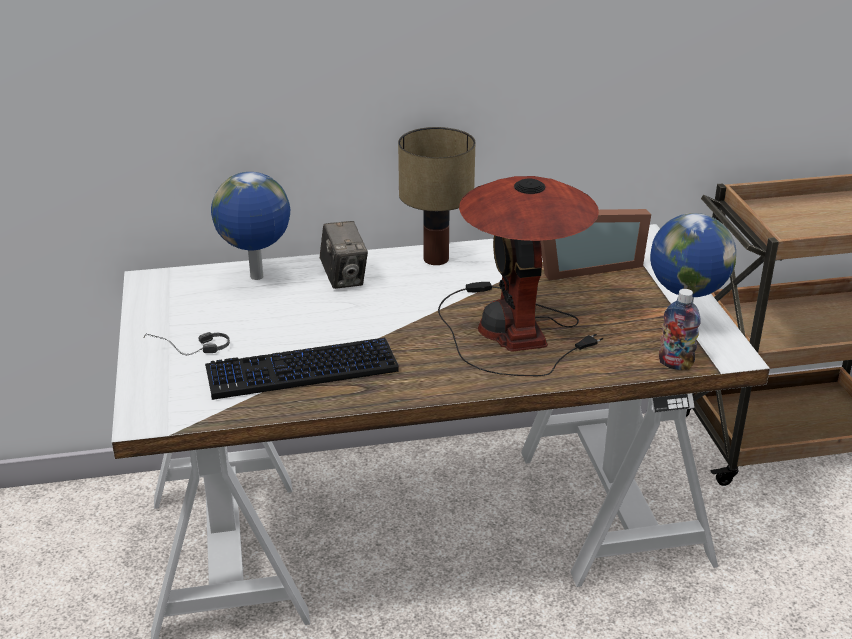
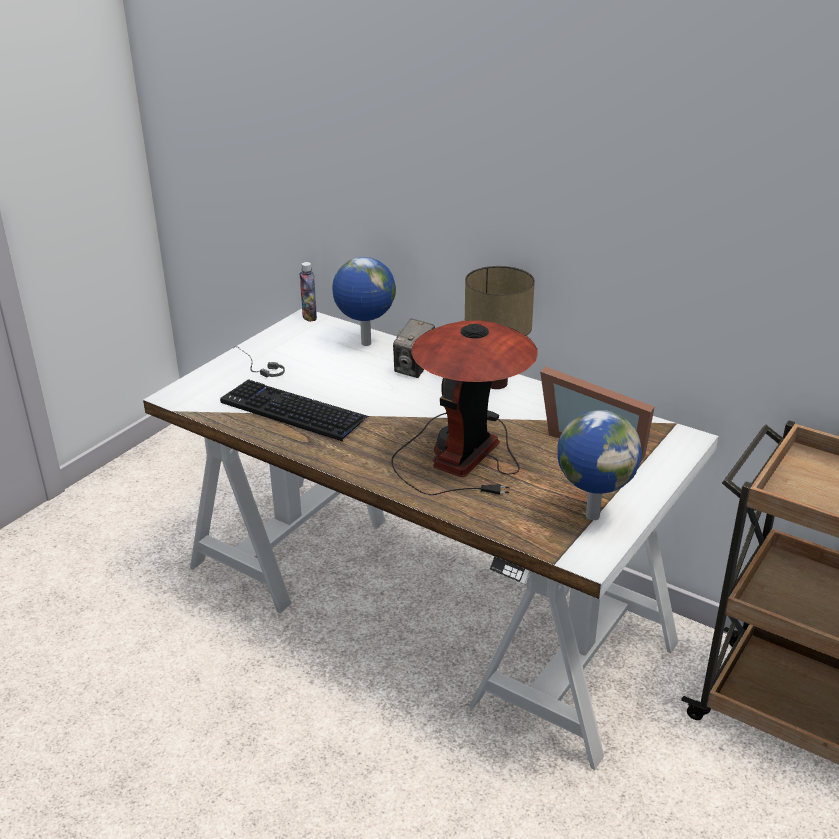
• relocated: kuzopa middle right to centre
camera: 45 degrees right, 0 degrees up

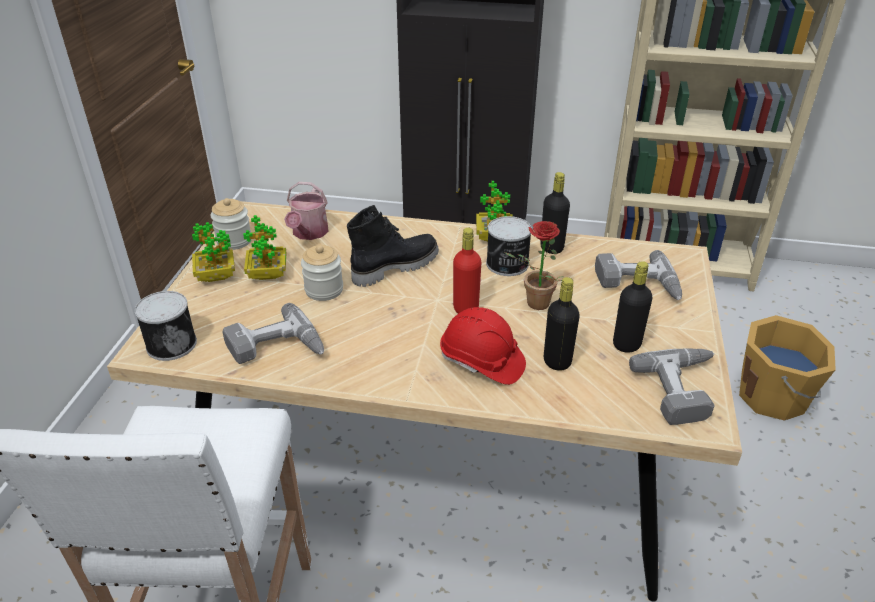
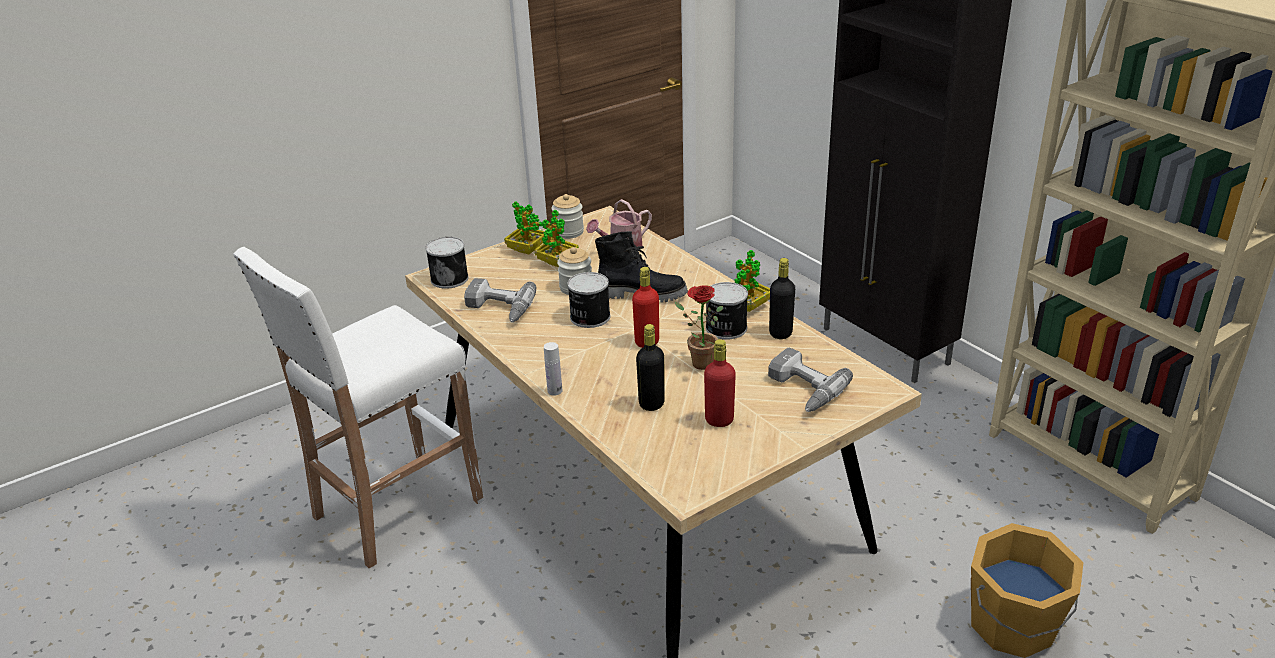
• missing: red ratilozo centre
• missing: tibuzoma (no. 3 from left) middle right
• appeared: white kuzopa centre
• appeared: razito (no. 2 from left) centre
• colour: black kuzopa (no. 3 from left) middle right to red kuzopa (no. 2 from left) centre
camera: 45 degrees right, 5 degrees down

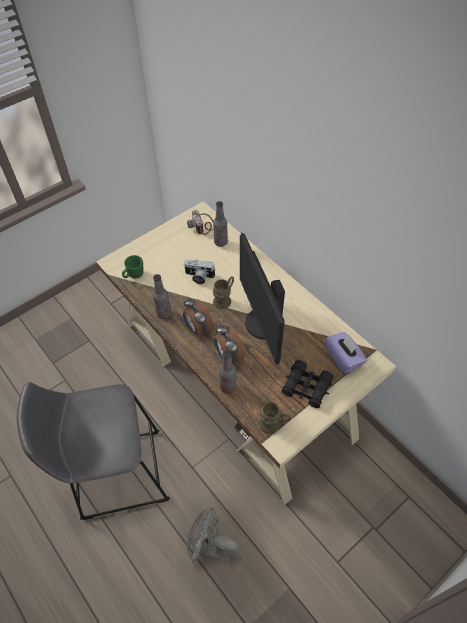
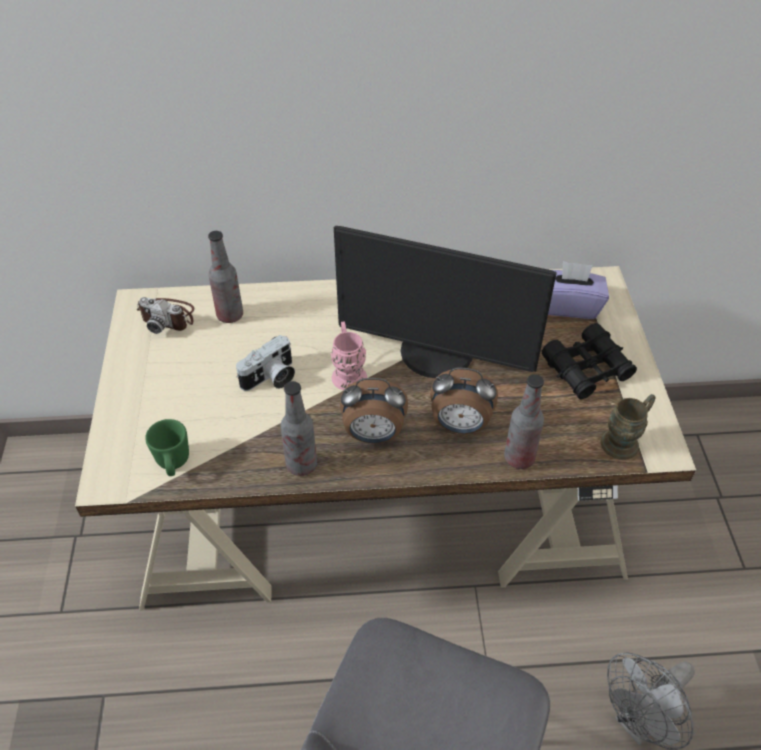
• colour: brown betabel (no. 1 from left) centre to pink betabel centre
camera: 55 degrees left, 5 degrees down

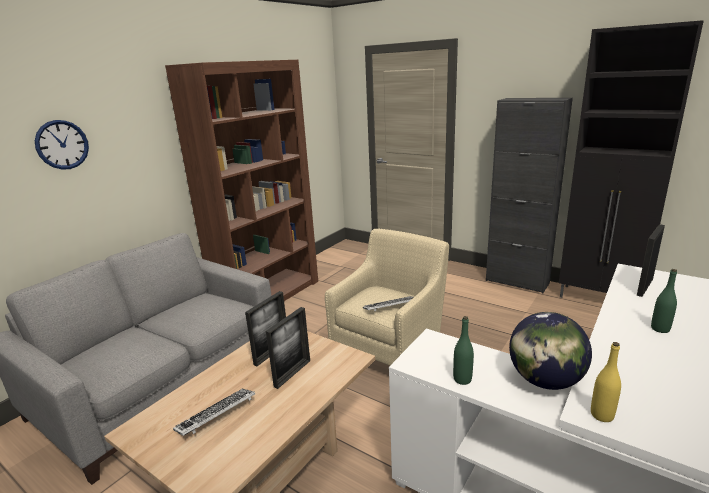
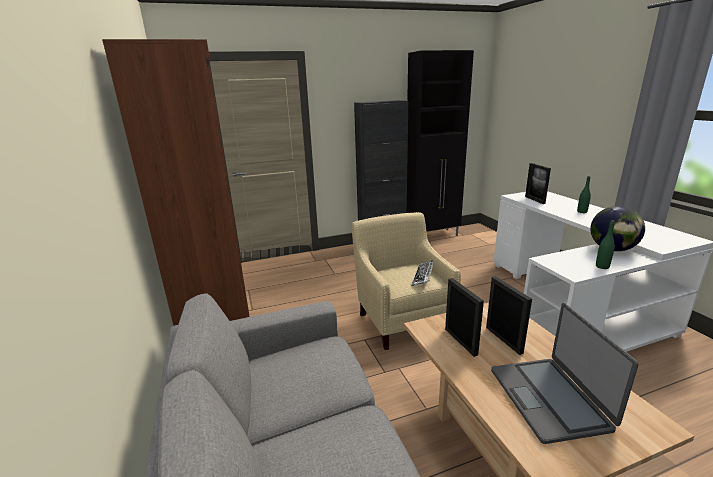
• missing: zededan top left
• missing: yellow kuzopa bottom right
• exchanged: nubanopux (no. 1 from left) bottom left to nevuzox bottom right
camera: 55 degrees left, 0 degrees up

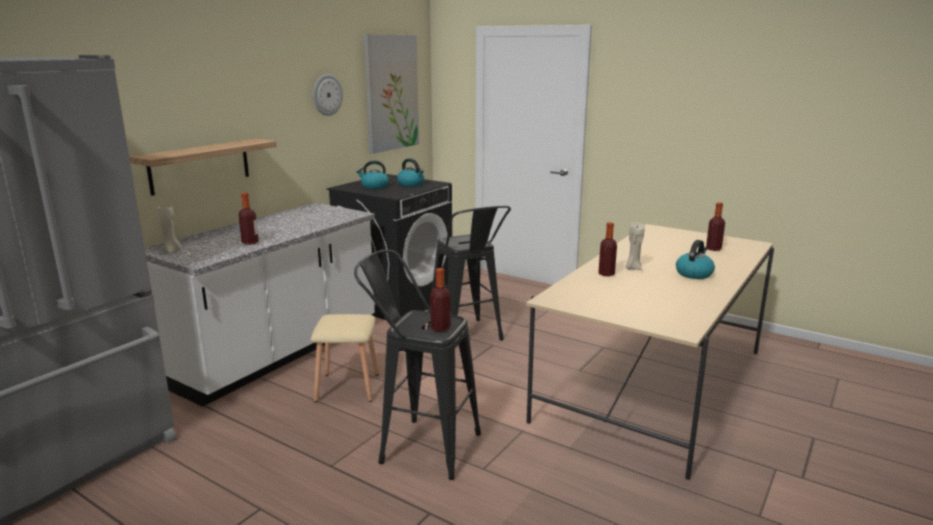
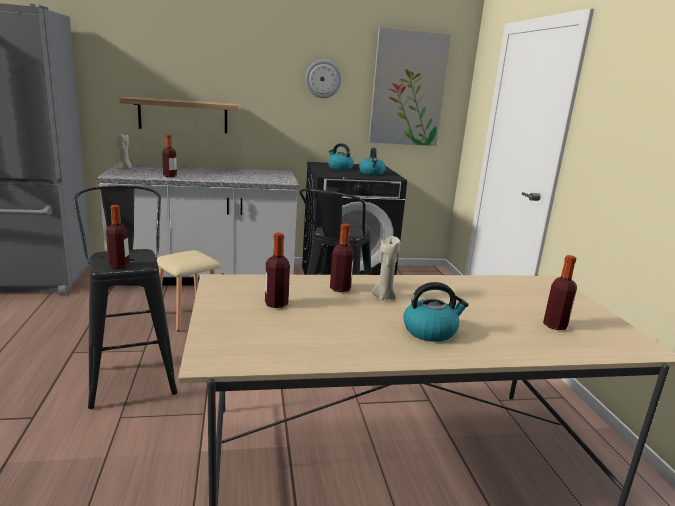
• appeared: kuzopa (no. 3 from left) centre
camera: 45 degrees right, 0 degrees up

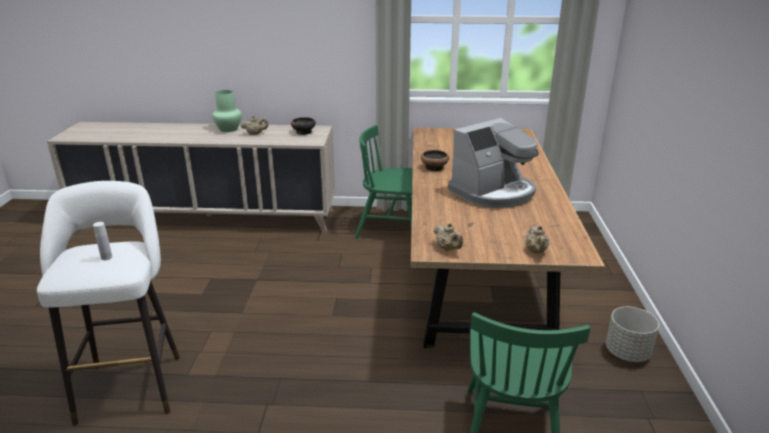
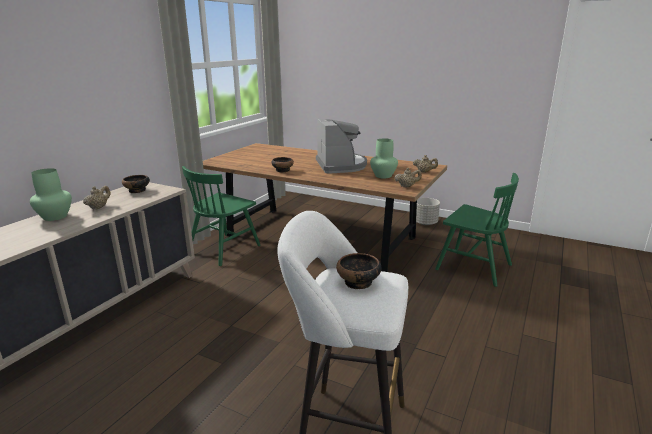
• appeared: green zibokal (no. 2 from left) centre
• exchanged: white kuzopa middle left to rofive (no. 3 from left) centre
camera: 65 degrees left, 5 degrees down

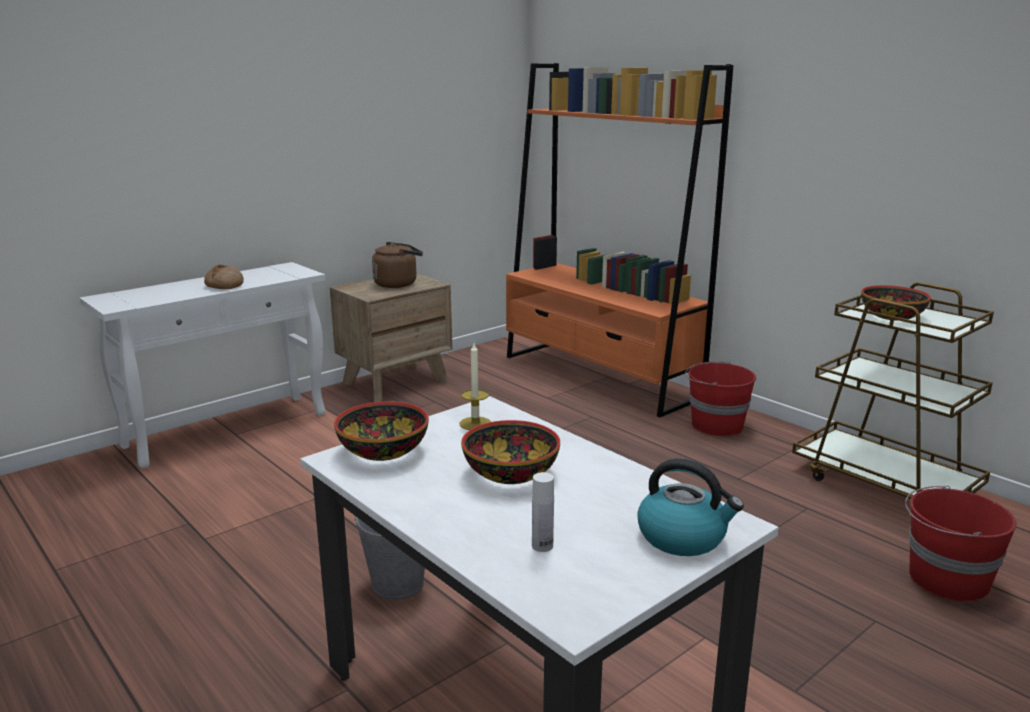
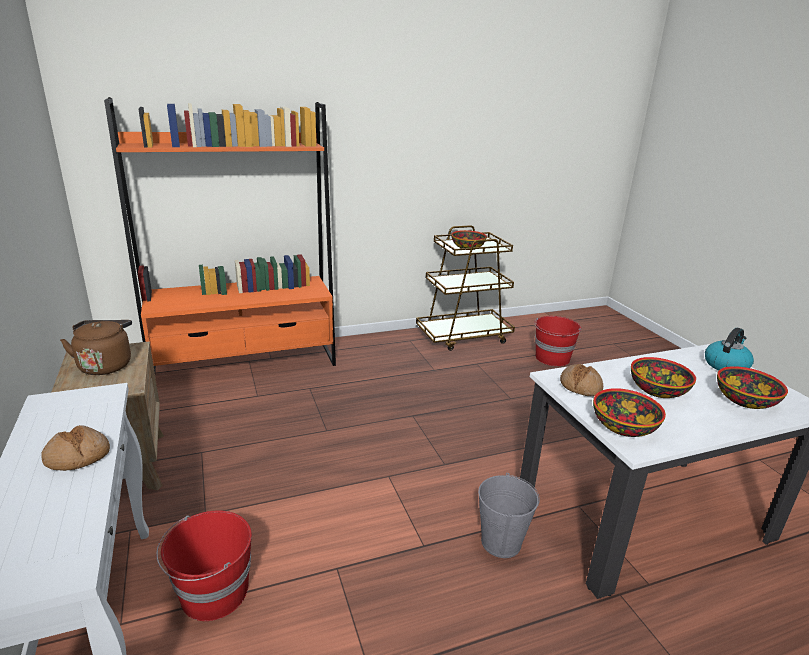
• relocated: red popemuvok (no. 1 from left) middle right to bottom left
• exchanged: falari centre to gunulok (no. 2 from left) middle right
• exchanged: white kuzopa bottom centre to rofive (no. 4 from left) middle right
camera: 70 degrees left, 5 degrees up

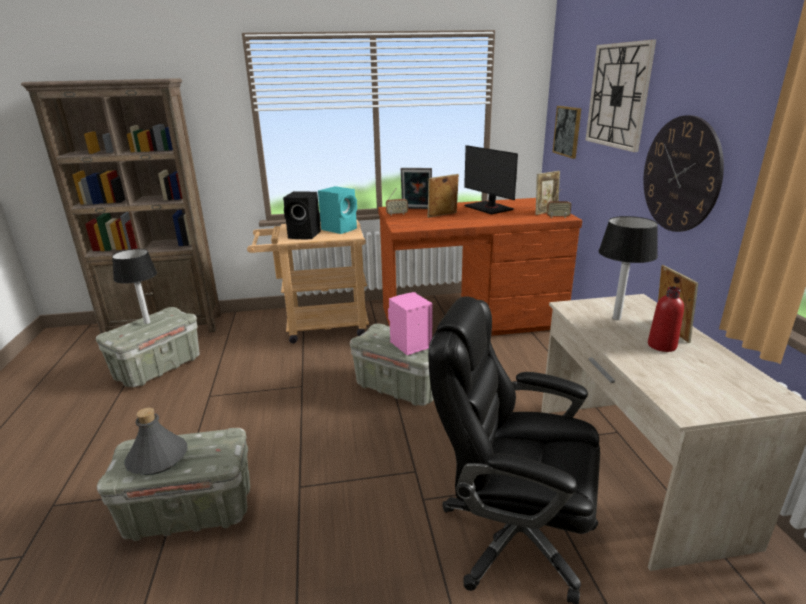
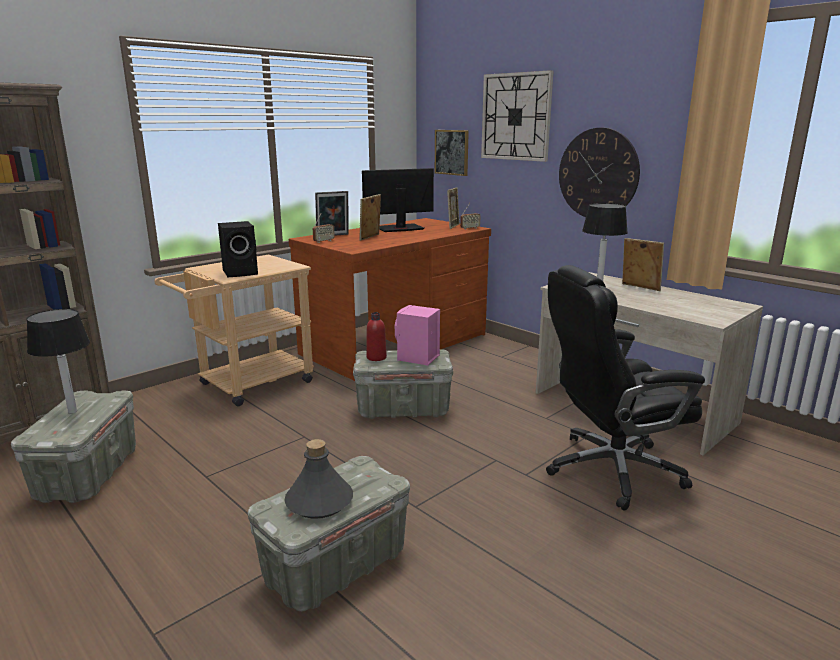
• missing: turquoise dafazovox centre
• relocated: red kuzopa middle right to centre
• spun: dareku top centre = top centre 135 degrees clockwise
camera: 35 degrees left, 5 degrees down

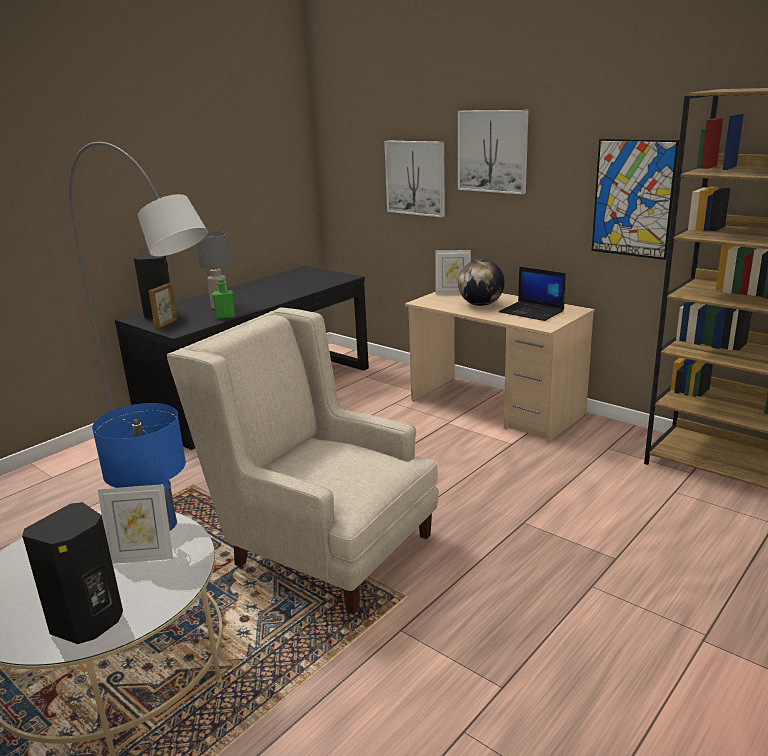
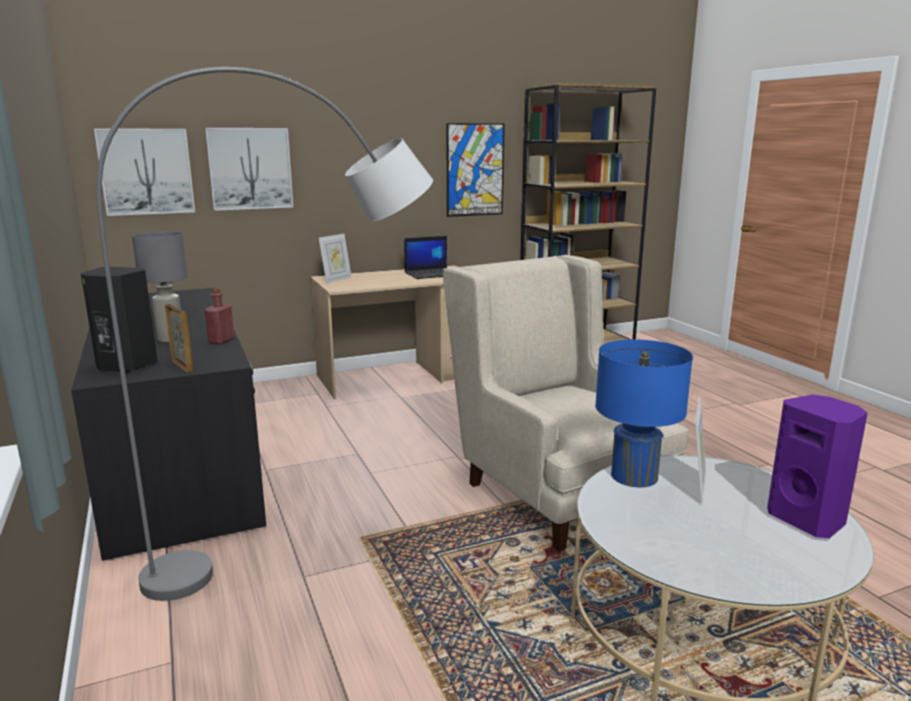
• missing: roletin centre
• relocated: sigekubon (no. 2 from left in the first image) top centre to sigekubon (no. 1 from left) top left
• colour: black dafazovox (no. 1 from left) bottom left to purple dafazovox middle right
• colour: green kuzopa middle left to red kuzopa middle left
• spun: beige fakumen centre = centre 90 degrees clockwise
camera: 65 degrees left, 5 degrees down

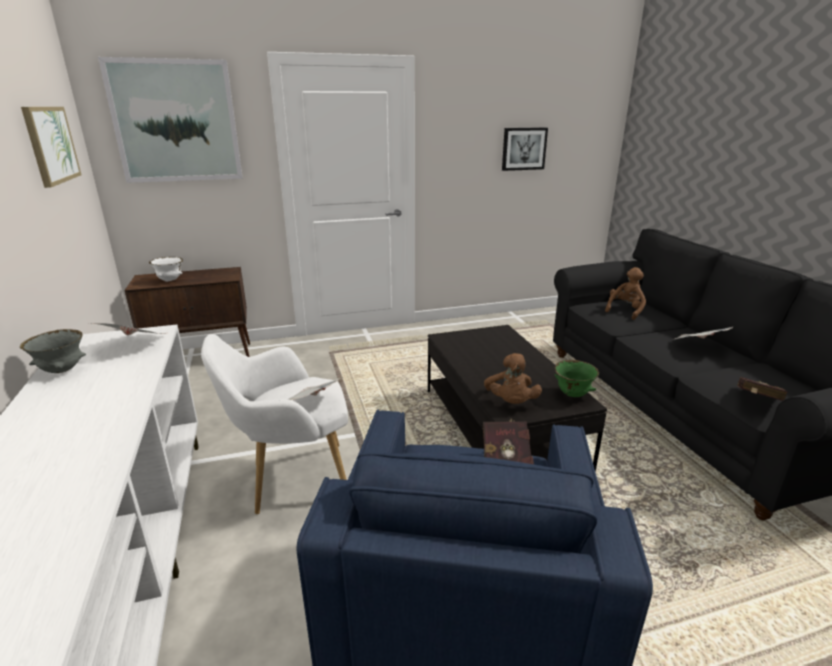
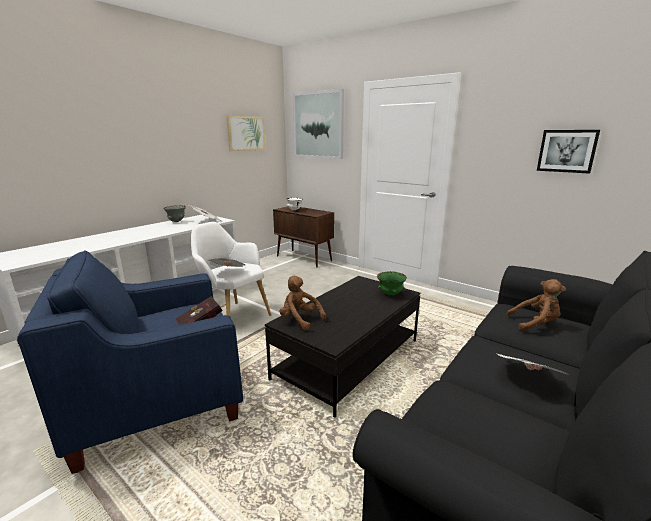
• missing: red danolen (no. 2 from left) middle right
• relocated: green rofive middle right to centre
• spun: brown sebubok (no. 1 from left) centre = centre 75 degrees clockwise
camera: 55 degrees right, 5 degrees down

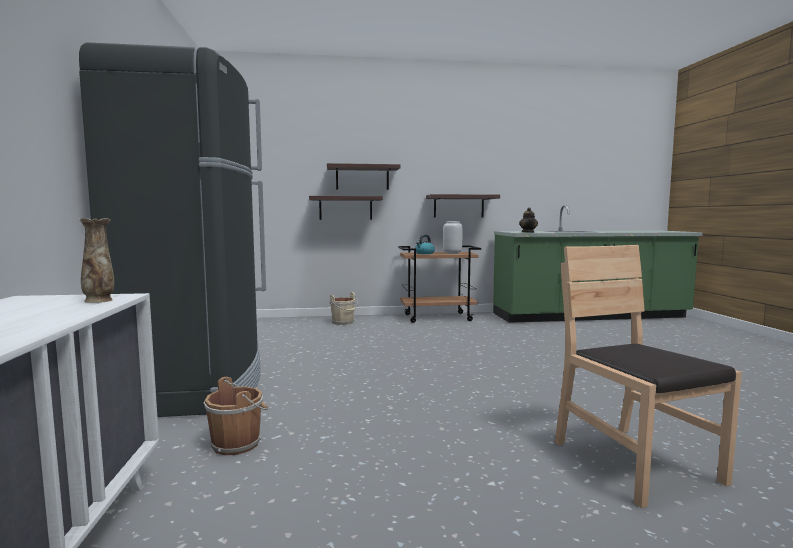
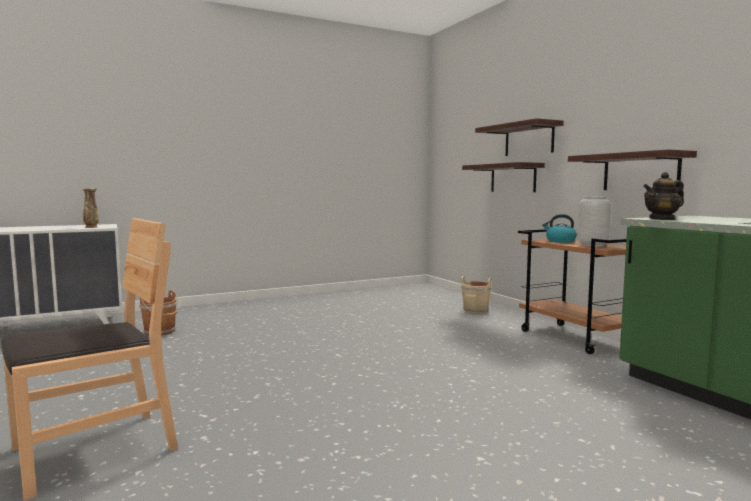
• missing: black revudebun middle left
camera: 70 degrees right, 0 degrees up

